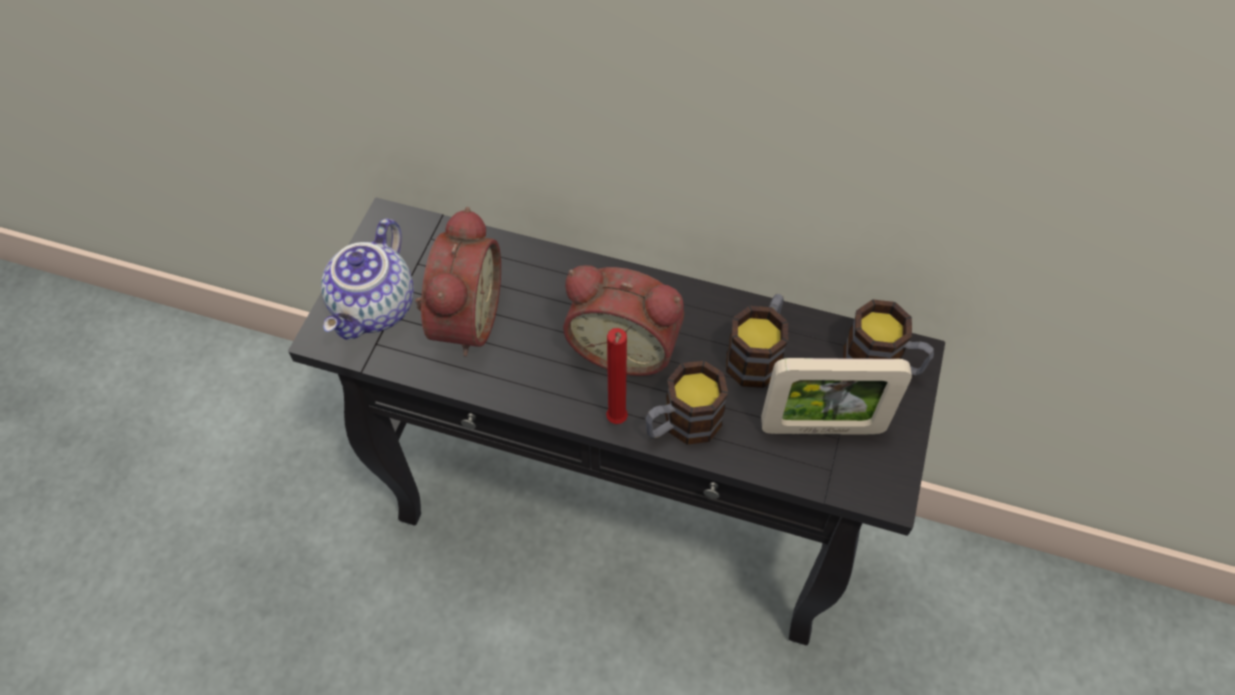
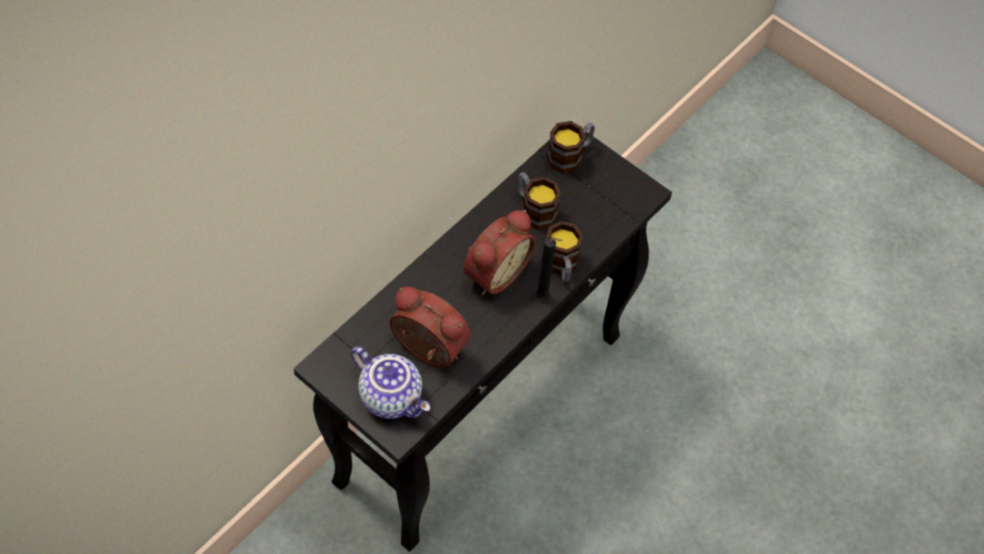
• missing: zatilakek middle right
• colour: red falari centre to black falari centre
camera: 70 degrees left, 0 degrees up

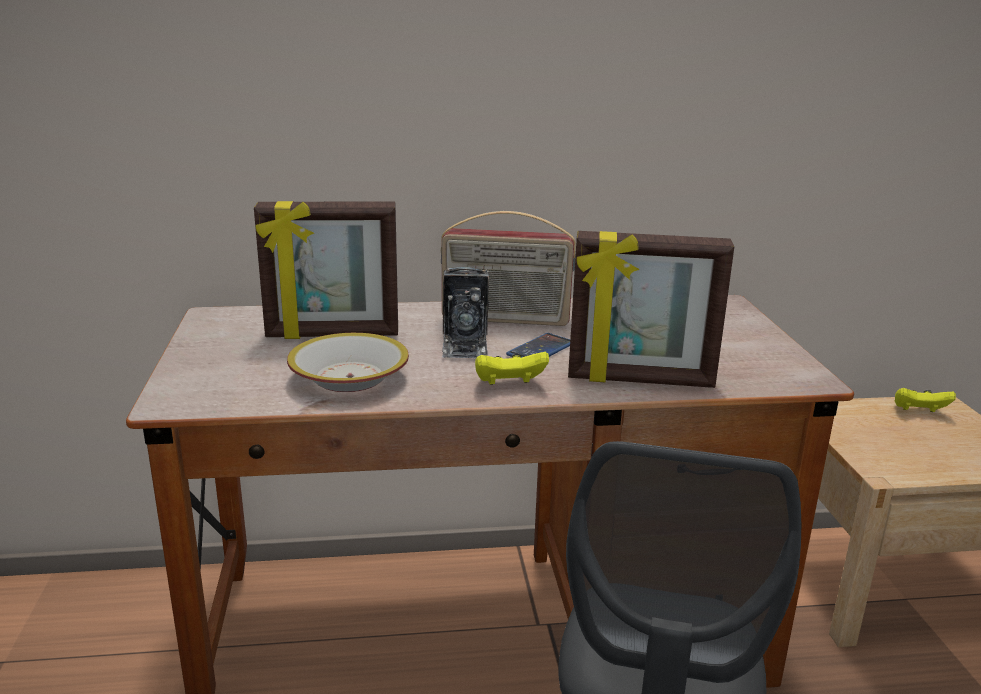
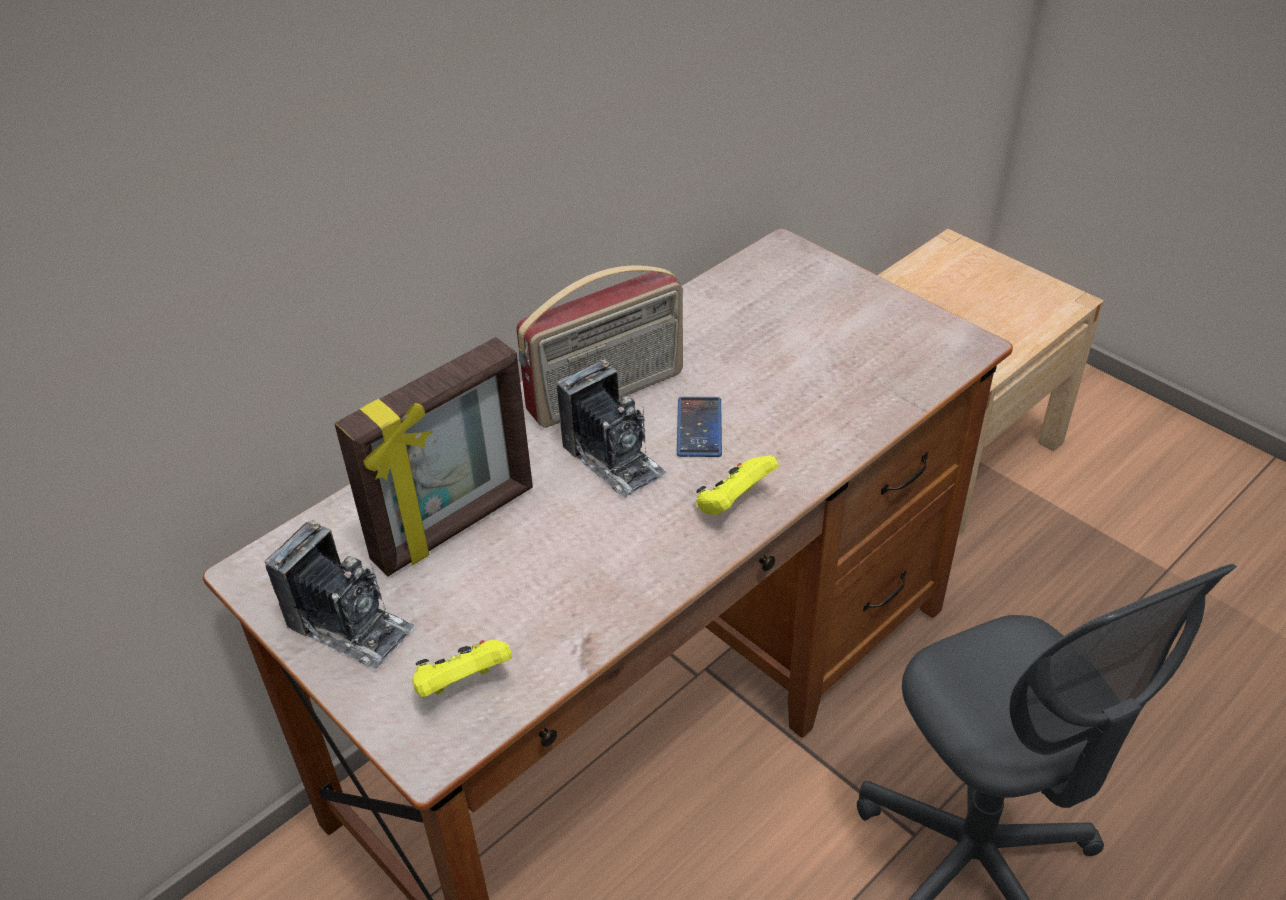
• missing: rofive centre
• missing: zatilakek (no. 2 from left) centre
• appeared: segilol (no. 1 from left) middle left
• relocated: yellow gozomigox (no. 2 from left in the first image) middle right to yellow gozomigox (no. 1 from left) bottom centre
camera: 35 degrees left, 20 degrees up

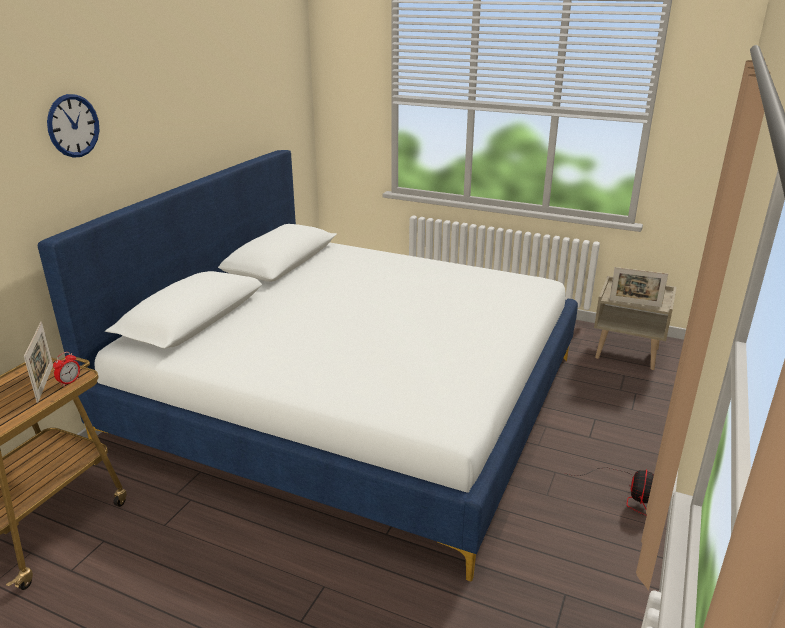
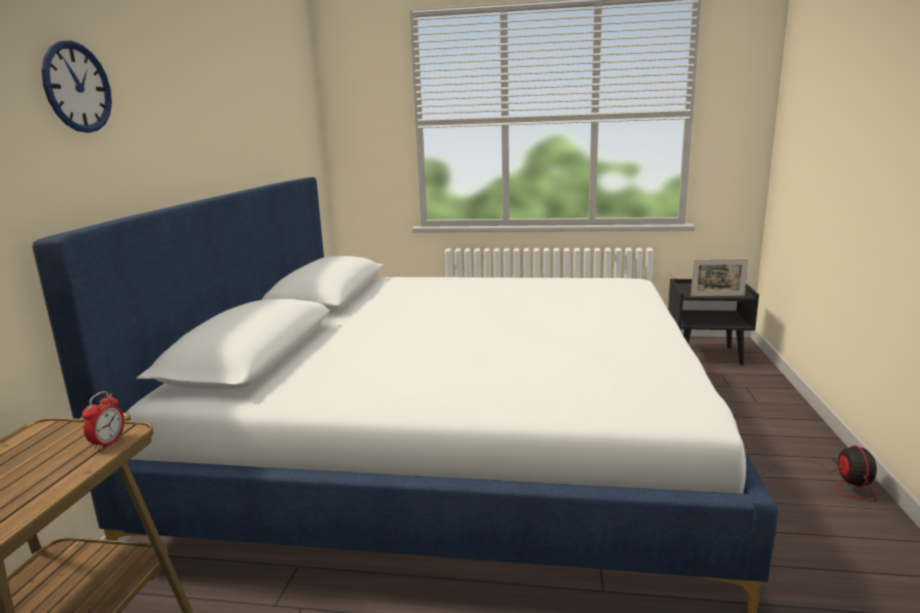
• missing: zatilakek (no. 1 from left) middle left
• colour: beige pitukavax middle right to black pitukavax middle right
camera: 15 degrees left, 10 degrees down

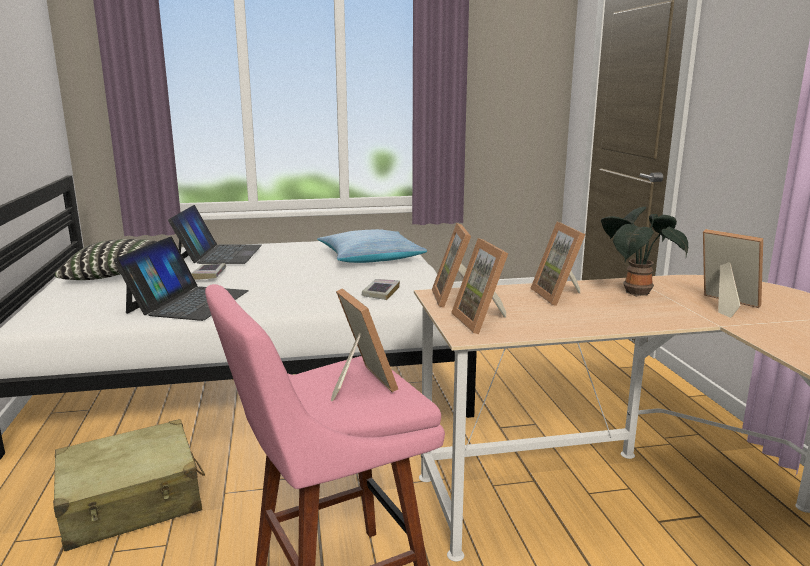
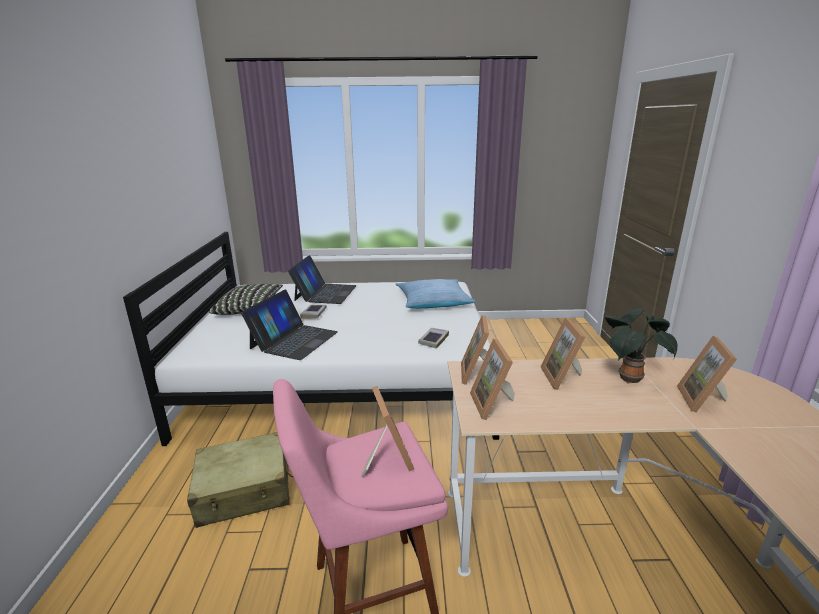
• spun: zatilakek (no. 5 from left) middle right = middle right 135 degrees counterclockwise
camera: 10 degrees right, 5 degrees up

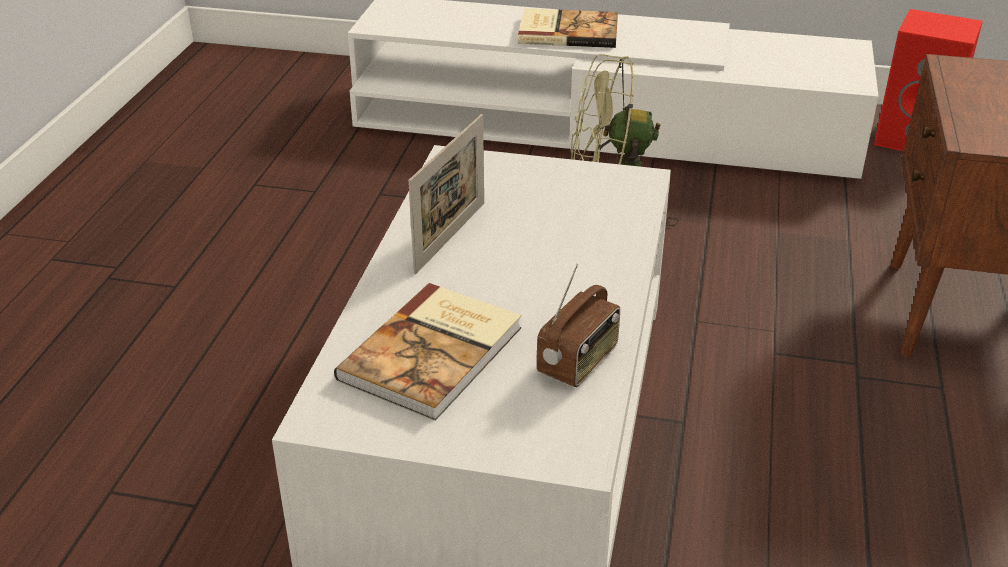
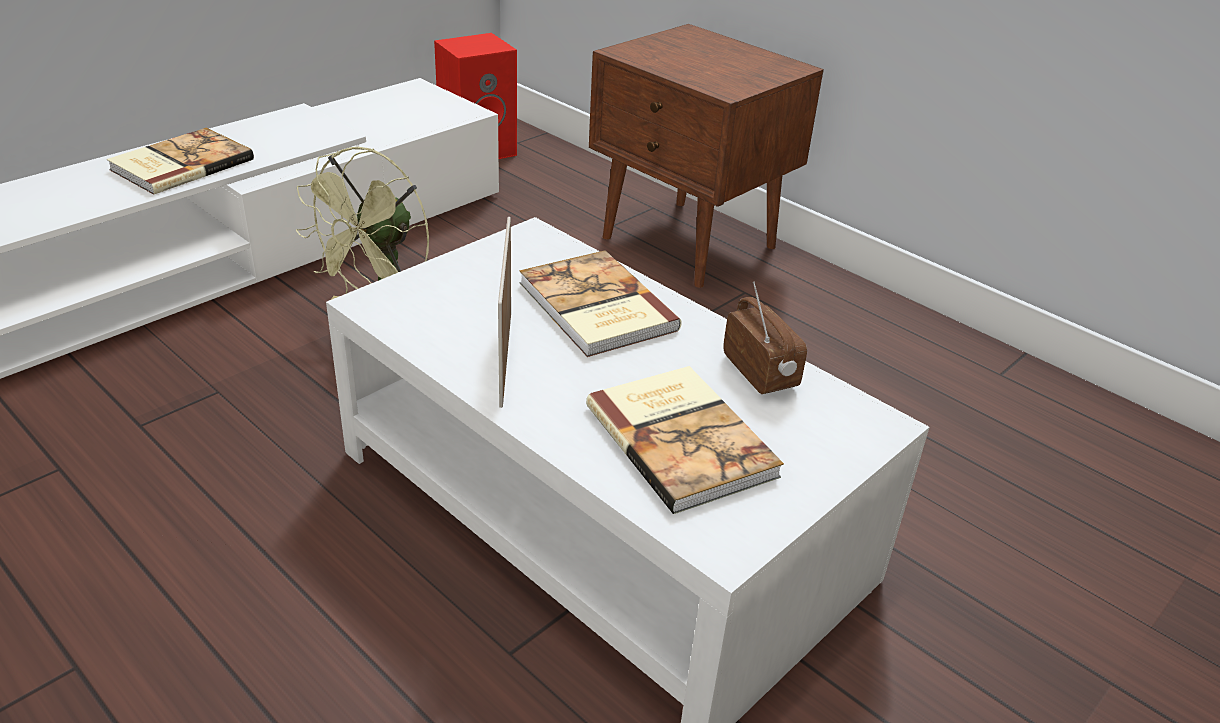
• appeared: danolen (no. 2 from left) centre
• spun: zatilakek centre = centre 150 degrees counterclockwise
camera: 60 degrees left, 0 degrees up

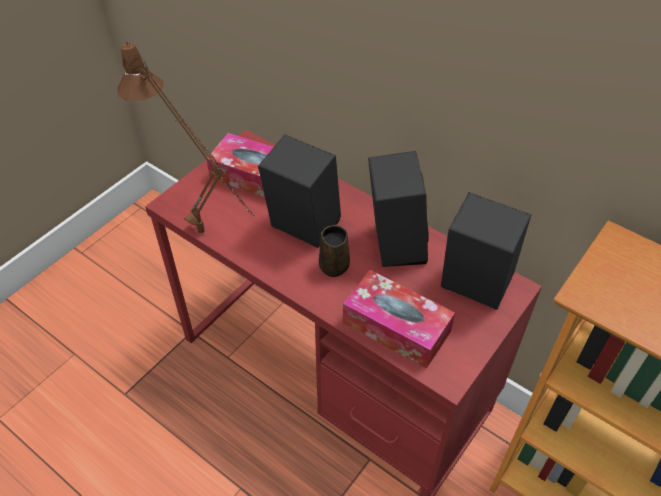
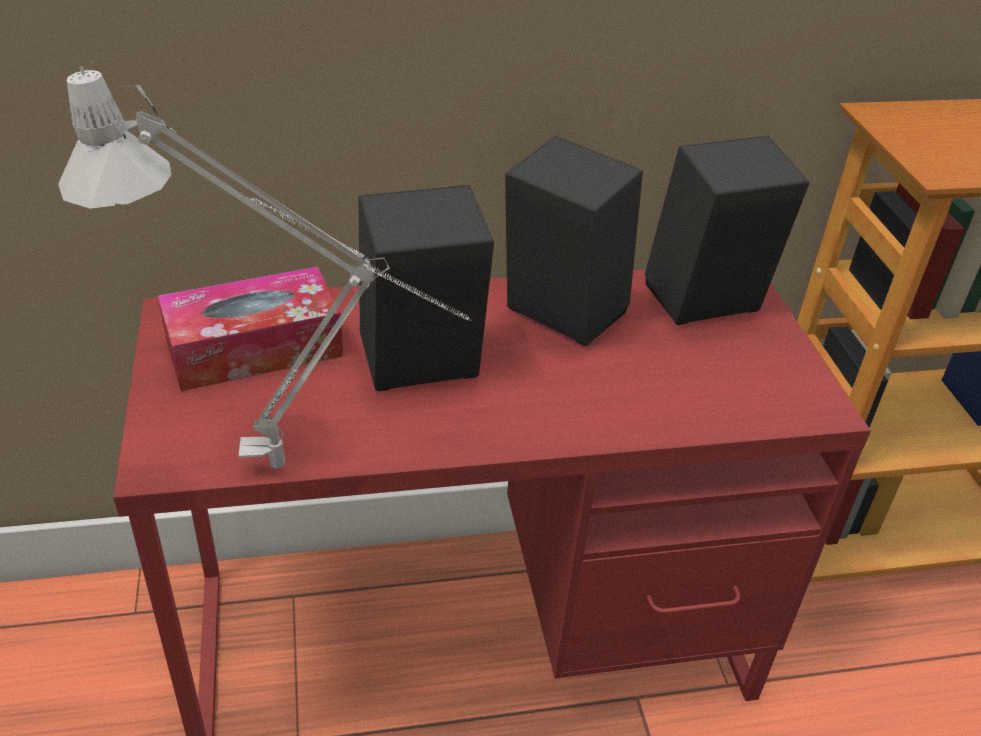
• missing: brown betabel centre
• missing: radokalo (no. 2 from left) centre
• colour: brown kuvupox top left to grey kuvupox middle left
camera: 50 degrees left, 10 degrees down

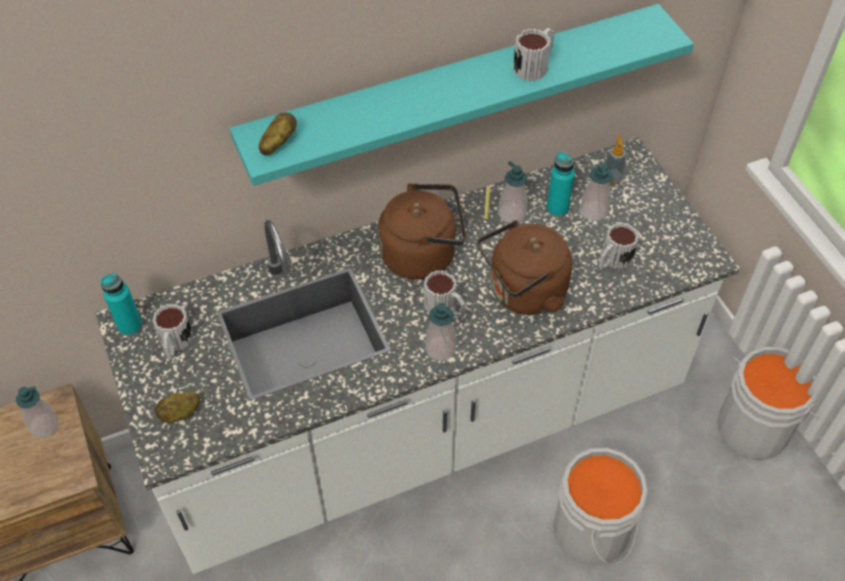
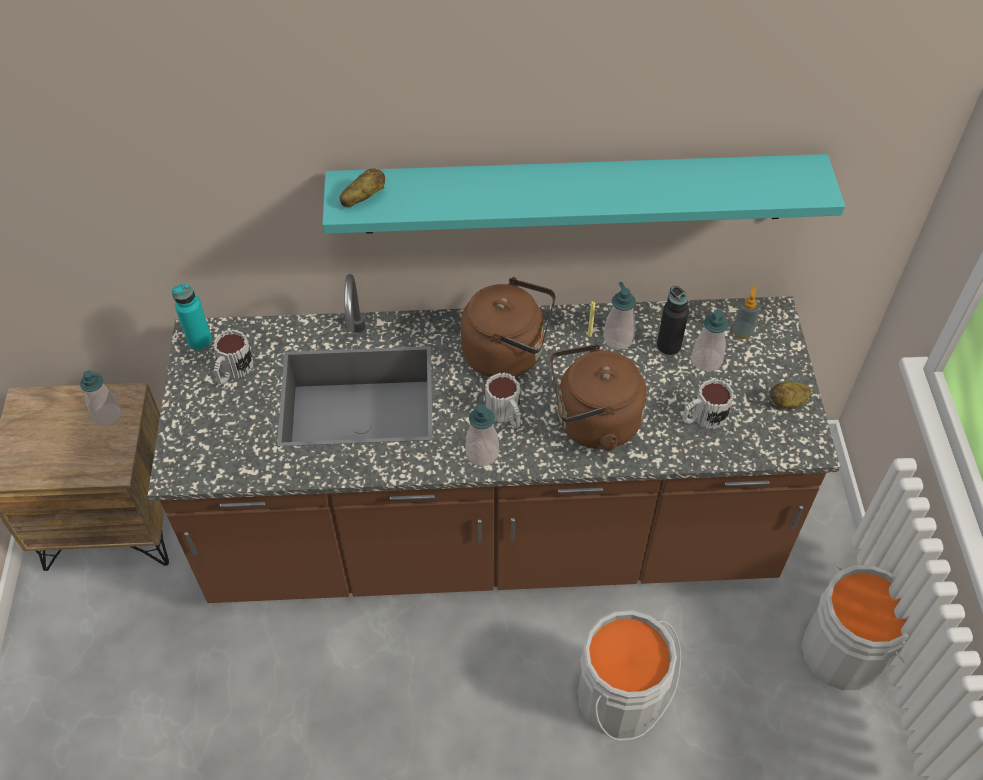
• missing: betabel (no. 3 from left) top centre
• relocated: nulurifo (no. 1 from left in the first image) bottom left to nulurifo (no. 2 from left) middle right
• colour: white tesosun centre to brown tesosun centre
• colour: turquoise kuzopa (no. 2 from left) top centre to black kuzopa middle right
camera: 20 degrees right, 0 degrees up

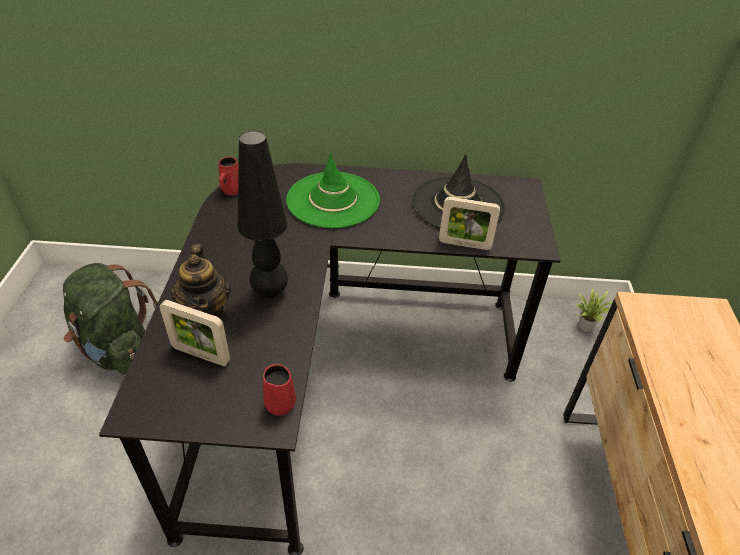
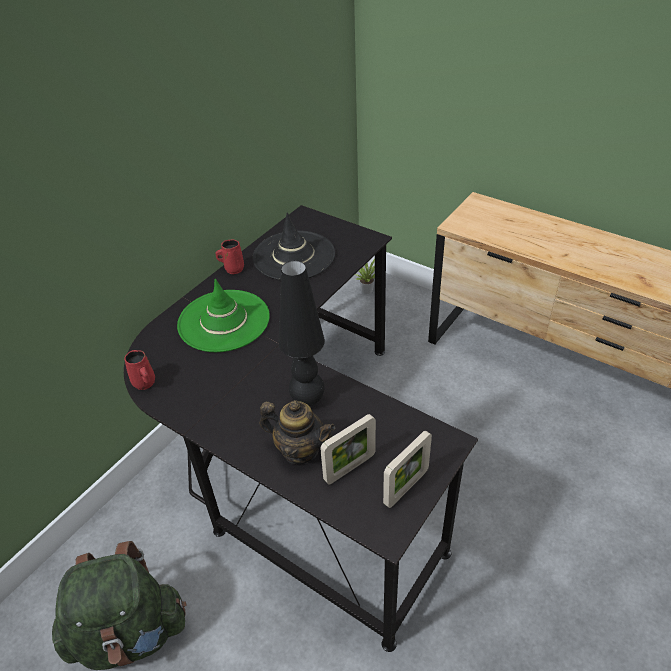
• relocated: red betabel (no. 2 from left) bottom centre to centre
• relocated: zatilakek (no. 2 from left) centre to bottom centre
camera: 55 degrees left, 0 degrees up

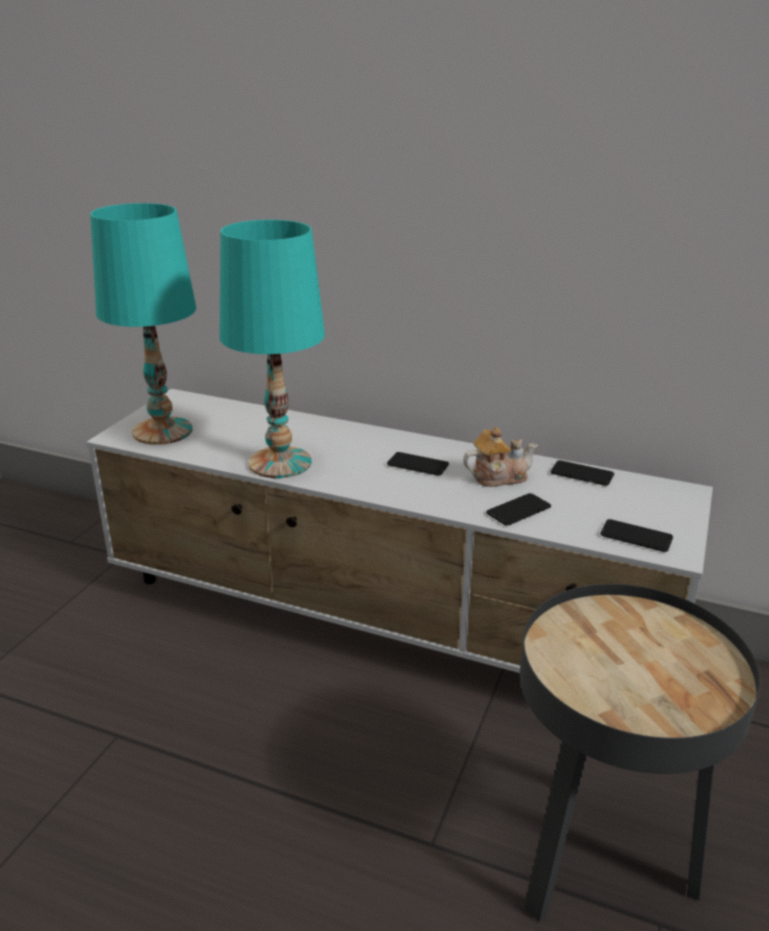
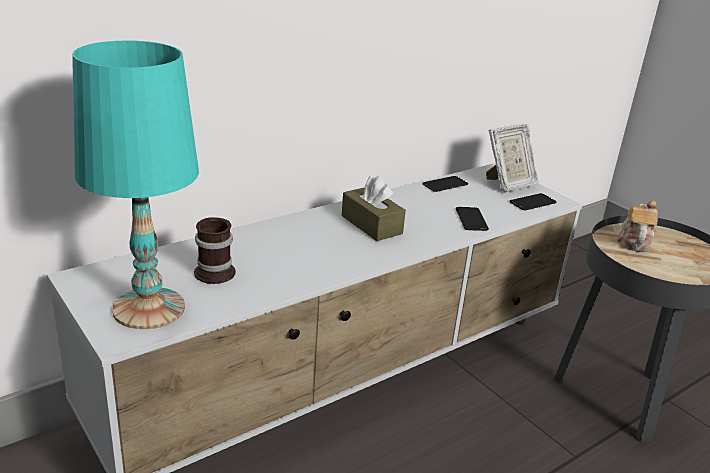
• missing: turquoise kuvupox (no. 2 from left) centre
• appeared: betabel middle left
• appeared: zatilakek middle right
• relocated: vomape centre to middle right
• exchanged: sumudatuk (no. 1 from left) centre to brown radokalo centre
camera: 60 degrees left, 0 degrees up

